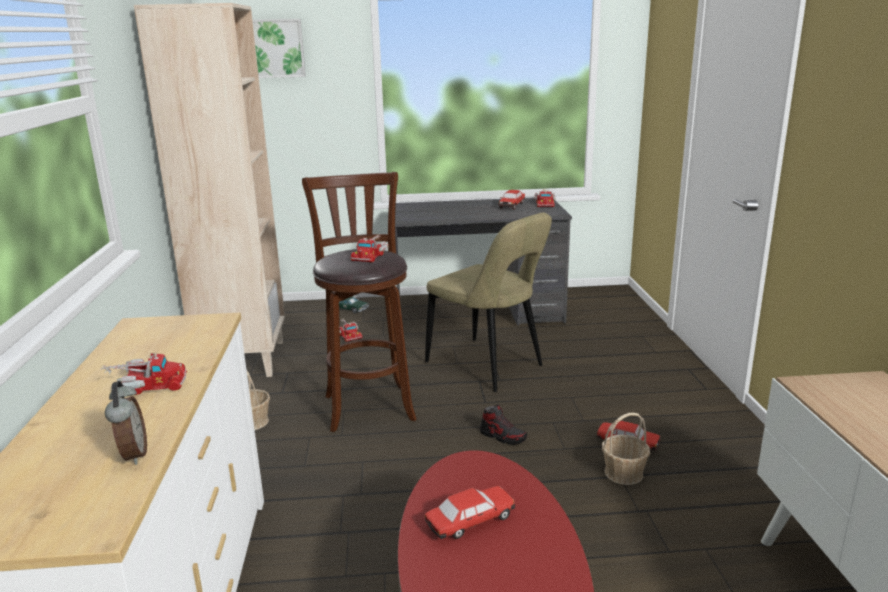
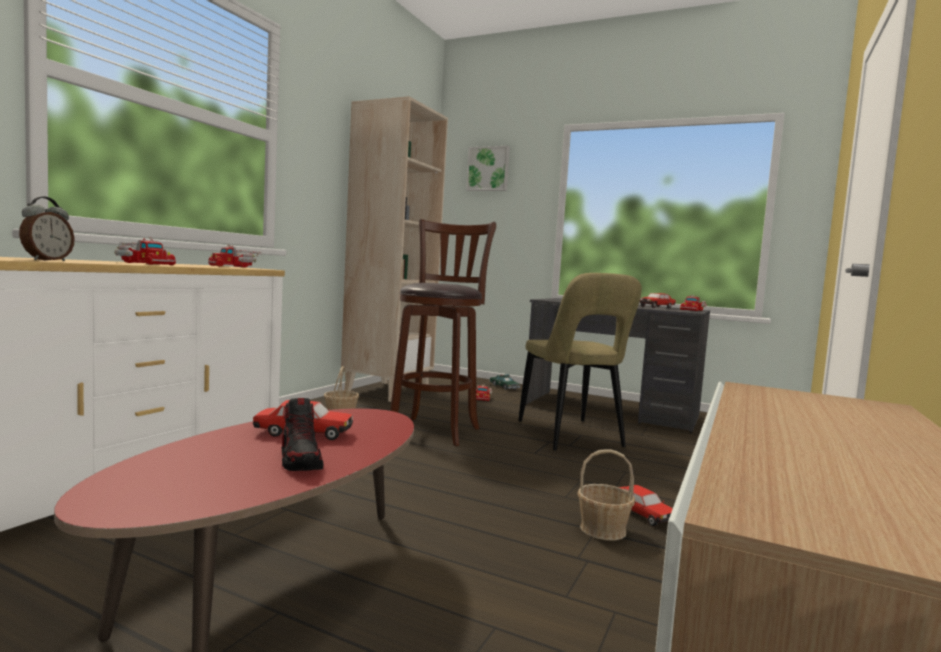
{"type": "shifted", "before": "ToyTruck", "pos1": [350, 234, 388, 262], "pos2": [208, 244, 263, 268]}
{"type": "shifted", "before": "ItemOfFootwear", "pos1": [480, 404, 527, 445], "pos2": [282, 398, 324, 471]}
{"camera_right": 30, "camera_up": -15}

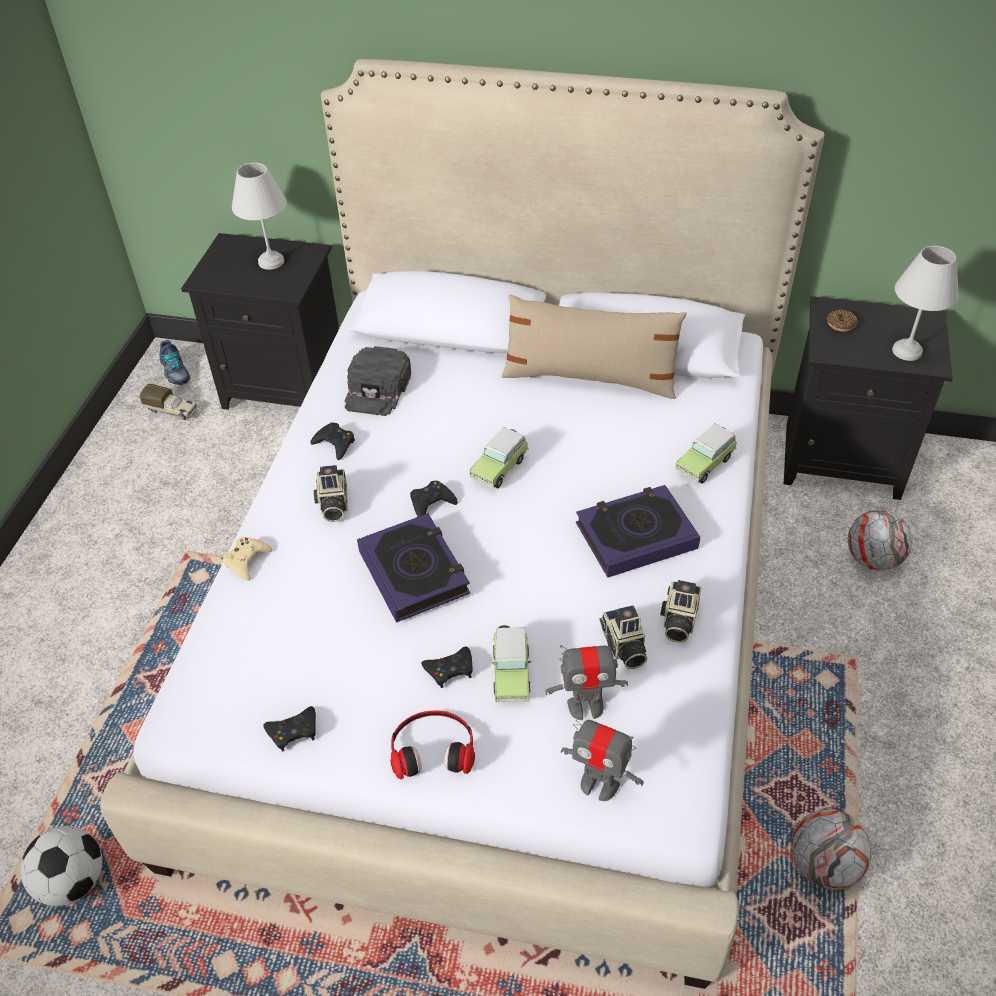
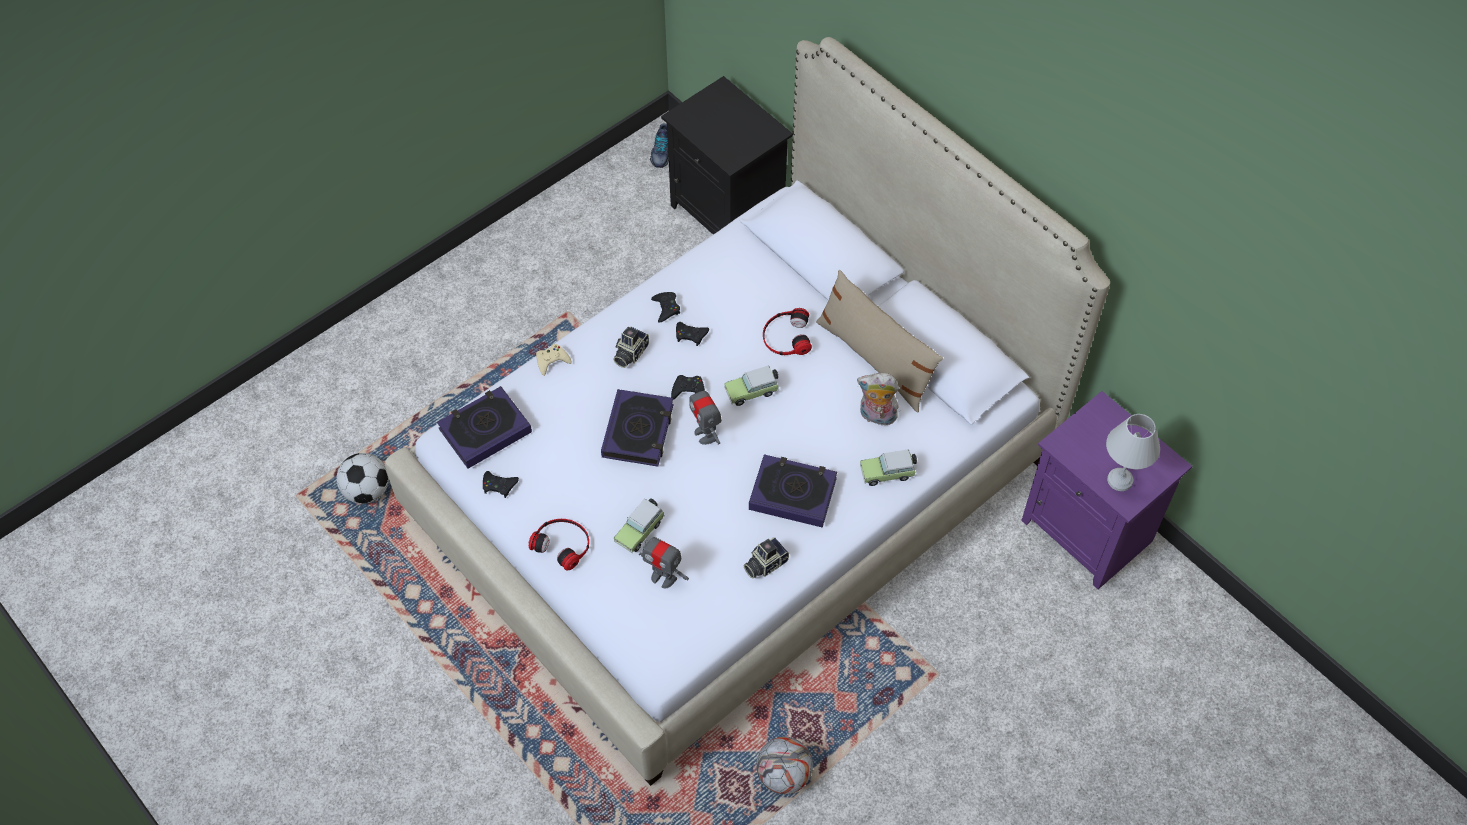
{"type": "gone", "before": "ToyTruck", "pos1": [139, 384, 197, 420]}
{"type": "gone", "before": "WhiteLampForATable", "pos1": [232, 162, 287, 270]}
{"type": "gone", "before": "BlackBaseballCap", "pos1": [344, 346, 411, 416]}
{"type": "gone", "before": "PhotoCamera", "pos1": [600, 605, 647, 669]}
{"type": "gone", "before": "Donut", "pos1": [827, 310, 857, 332]}
{"type": "gone", "before": "FootballBall", "pos1": [848, 510, 913, 571]}
{"type": "new", "after": "BoundBook", "pos2": [437, 386, 532, 469]}
{"type": "new", "after": "PairOfHeadphones", "pos2": [763, 308, 812, 355]}
{"type": "new", "after": "CuddlyToy", "pos2": [857, 373, 899, 426]}
{"type": "shifted", "before": "BlackGamepad", "pos1": [421, 647, 473, 688], "pos2": [676, 322, 709, 346]}
{"type": "shifted", "before": "ToyRobot", "pos1": [561, 711, 644, 801], "pos2": [689, 380, 722, 445]}
{"type": "repainted", "before": "BlackNightstand", "after": "PurplishNightstand", "pos1": [784, 296, 953, 500], "pos2": [1021, 391, 1192, 589]}
{"camera_right": 35, "camera_up": 10}

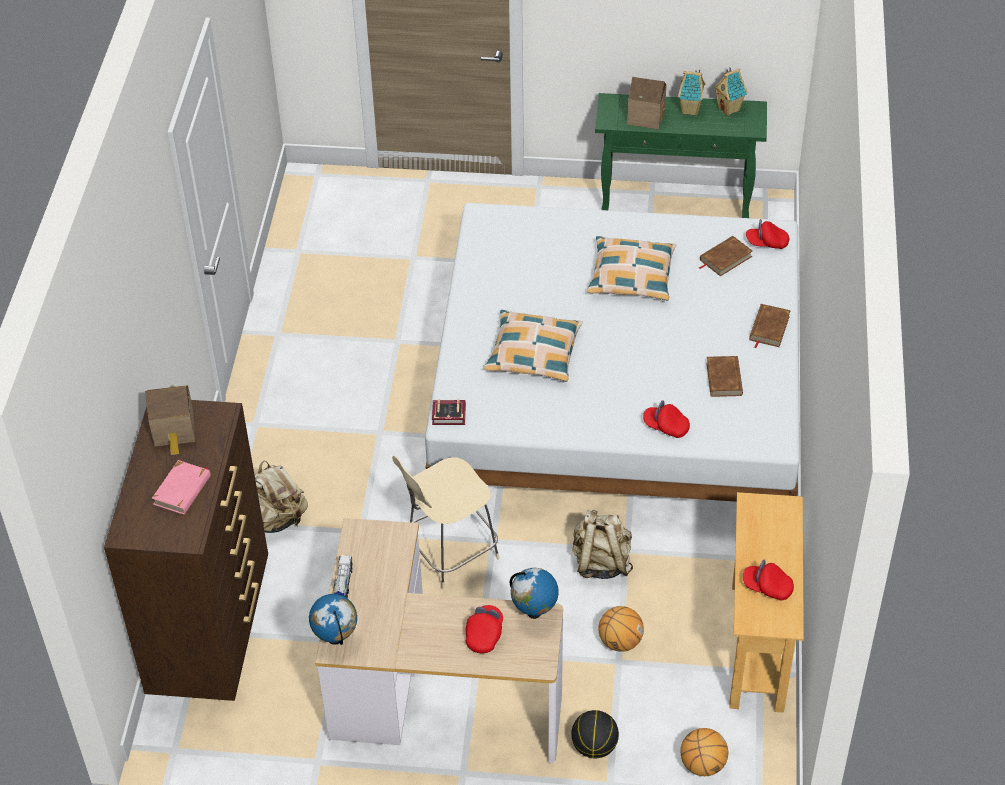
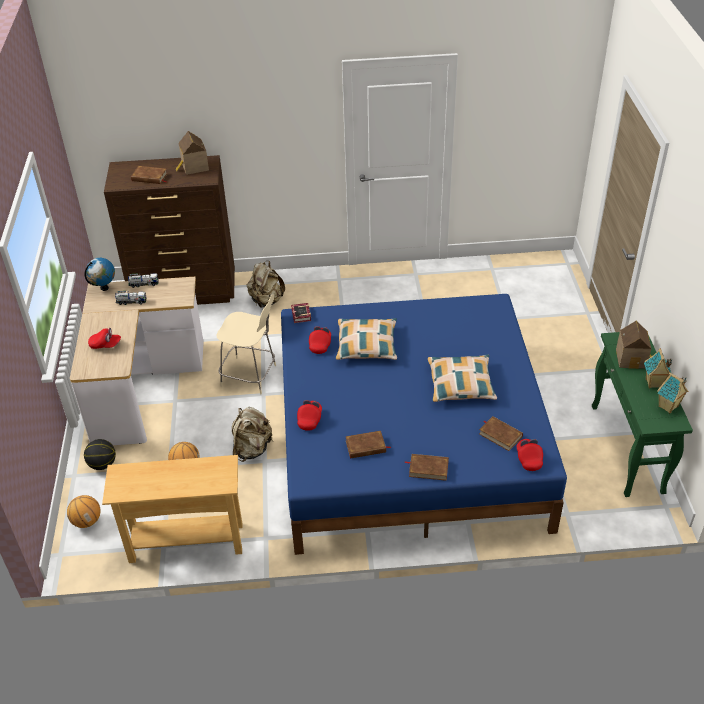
{"type": "gone", "before": "WorldGlobe", "pos1": [510, 568, 559, 619]}
{"type": "new", "after": "ToyTruck", "pos2": [115, 291, 147, 305]}
{"type": "shifted", "before": "RedBaseballCap", "pos1": [743, 560, 794, 600], "pos2": [309, 326, 331, 354]}
{"type": "repainted", "before": "PinkColouredBoundBook", "after": "BrownBoundBook", "pos1": [152, 460, 211, 515], "pos2": [131, 166, 168, 184]}
{"type": "repainted", "before": "WhiteBedroomBed", "after": "BluishBedroomBed", "pos1": [425, 203, 800, 502], "pos2": [281, 294, 567, 555]}
{"type": "rotated", "before": "BeigeColouredChair", "pos1": [392, 456, 499, 589], "pos2": [216, 294, 276, 394], "turn": 150}
{"camera_right": 80, "camera_up": -5}

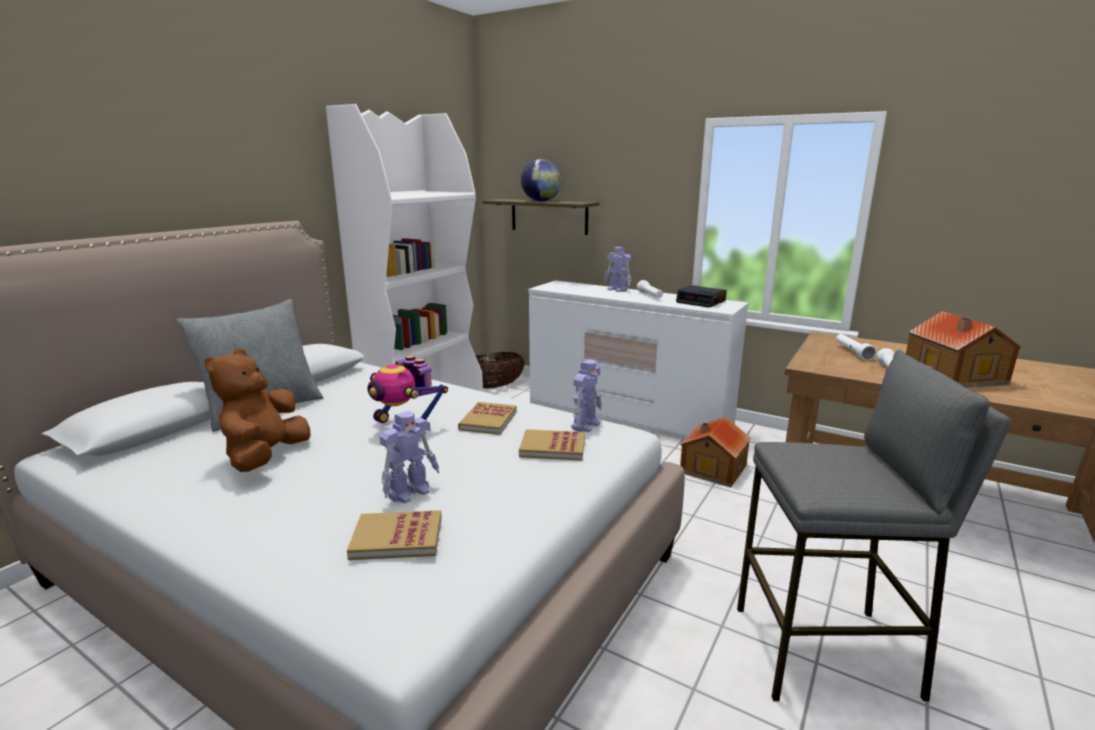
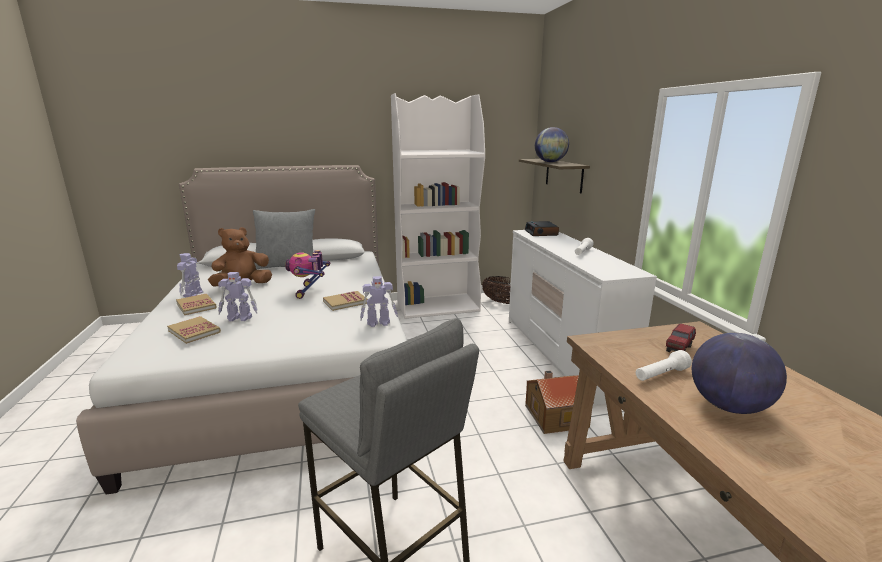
{"type": "shifted", "before": "BoundBook", "pos1": [519, 429, 585, 461], "pos2": [176, 294, 217, 315]}
{"type": "shifted", "before": "ToyRobot", "pos1": [603, 247, 631, 292], "pos2": [177, 253, 203, 298]}
{"type": "shifted", "before": "AlarmClock", "pos1": [676, 285, 727, 308], "pos2": [525, 221, 559, 236]}
{"type": "swapped", "before": "WhiteFlashlight", "after": "ToyTruck", "pos1": [836, 334, 876, 361], "pos2": [666, 323, 696, 352]}
{"type": "swapped", "before": "ModelHouse", "after": "WorldGlobe", "pos1": [906, 311, 1021, 388], "pos2": [692, 333, 787, 414]}
{"camera_right": 45, "camera_up": 0}

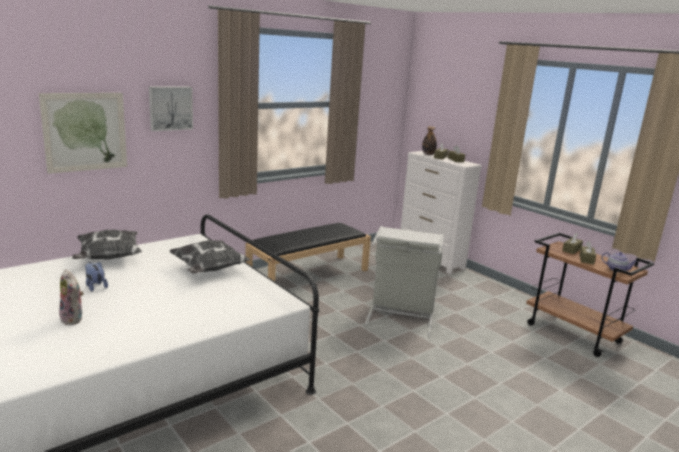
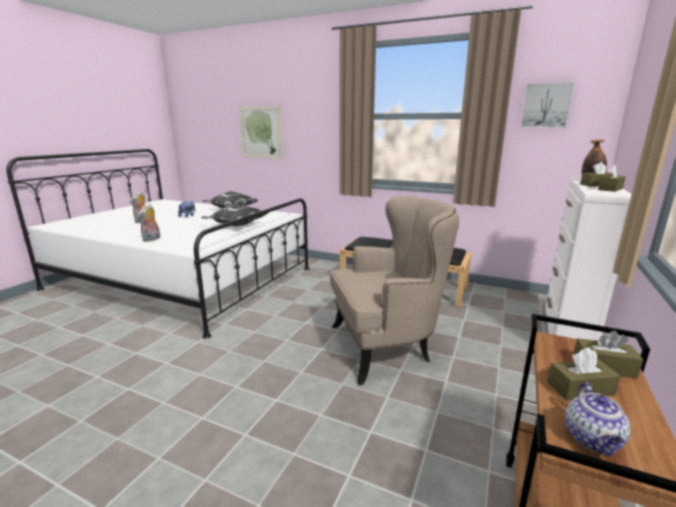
{"type": "new", "after": "CuddlyToy", "pos2": [137, 204, 160, 242]}
{"type": "shifted", "before": "WallArt", "pos1": [149, 87, 193, 131], "pos2": [520, 82, 574, 128]}
{"type": "swapped", "before": "GrayWashingBasket", "after": "BeigeColouredEasyChair", "pos1": [365, 226, 444, 336], "pos2": [330, 196, 459, 385]}
{"camera_right": 65, "camera_up": 0}

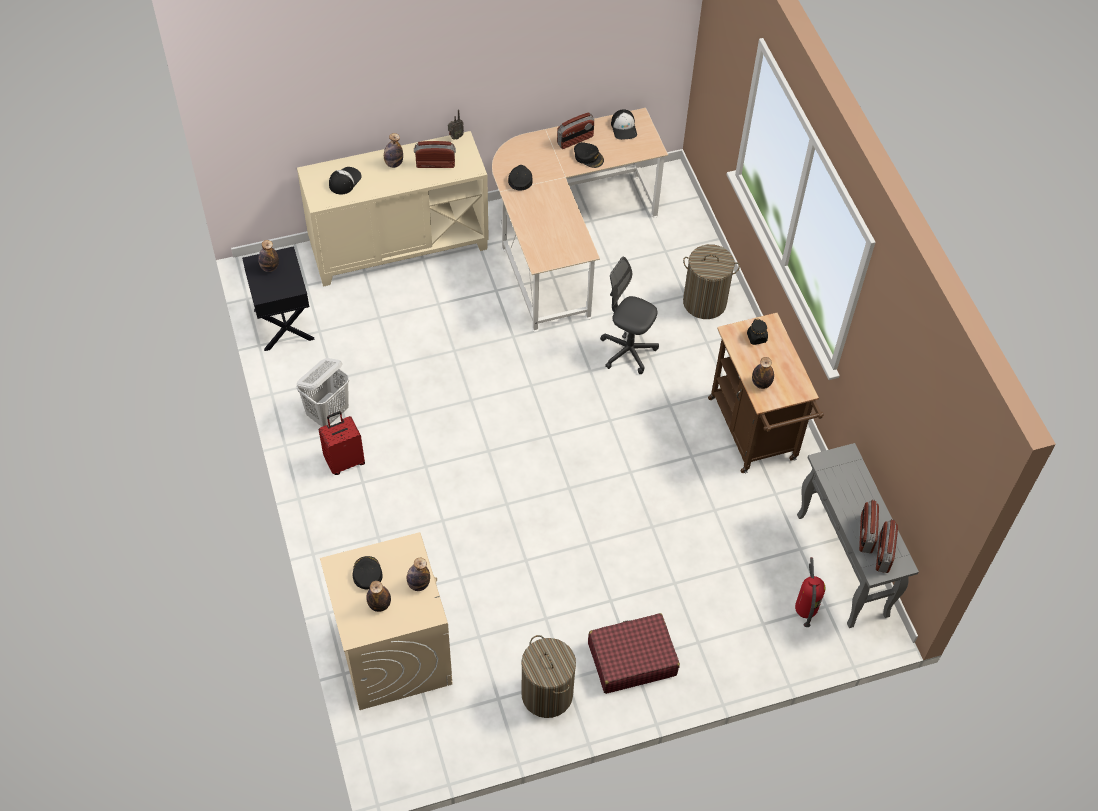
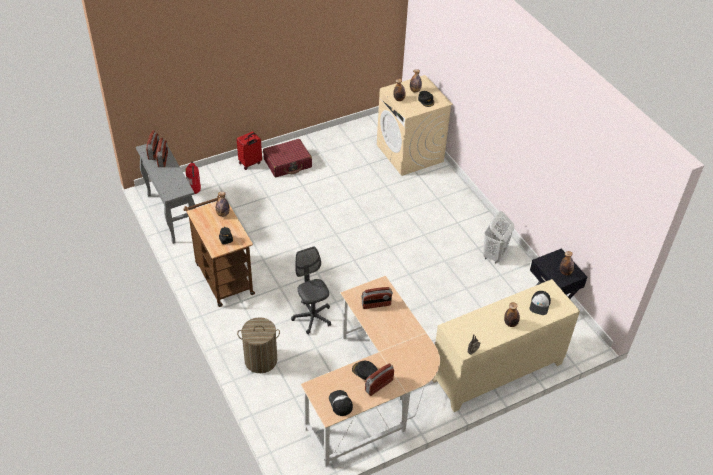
{"type": "gone", "before": "BlackBaseballCap", "pos1": [508, 165, 533, 191]}
{"type": "gone", "before": "WashingBasket", "pos1": [521, 635, 576, 718]}
{"type": "shifted", "before": "RedSuitcase", "pos1": [319, 411, 365, 475], "pos2": [237, 131, 262, 170]}
{"type": "shifted", "before": "Radio", "pos1": [414, 141, 456, 168], "pos2": [361, 287, 393, 309]}
{"type": "rotated", "before": "GrayDeskChair", "pos1": [600, 257, 659, 374], "pos2": [291, 247, 331, 334], "turn": -135}
{"camera_right": 170, "camera_up": -10}

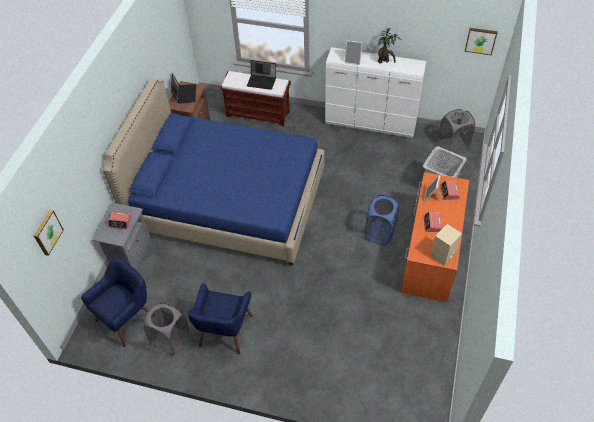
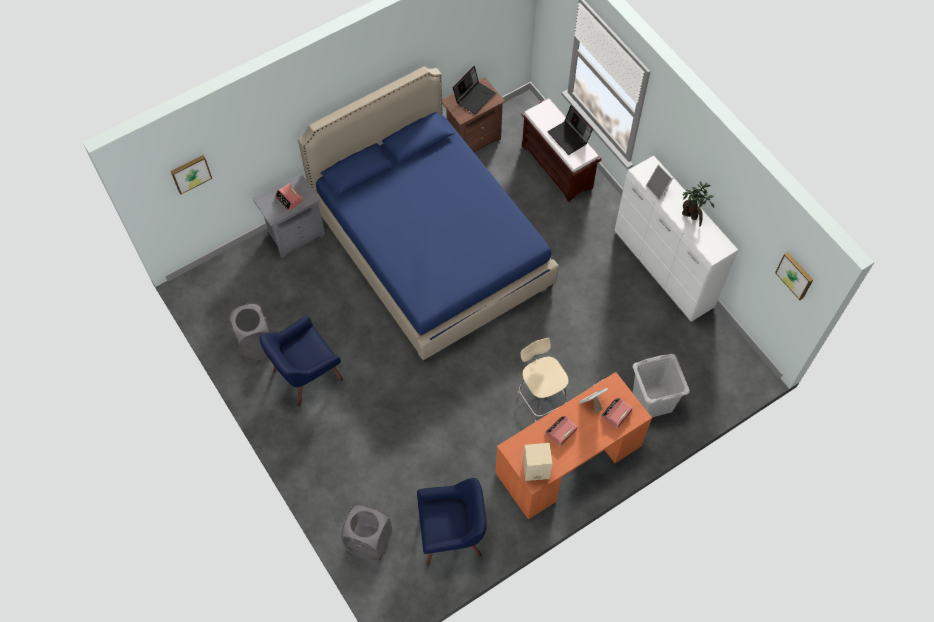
{"type": "shifted", "before": "BluishEasyChair", "pos1": [81, 257, 149, 347], "pos2": [417, 478, 487, 565]}
{"type": "shifted", "before": "GrayWashingBasket", "pos1": [438, 109, 475, 154], "pos2": [341, 504, 392, 561]}
{"type": "swapped", "before": "BluishWashingBasket", "after": "BeigeColouredChair", "pos1": [365, 195, 399, 245], "pos2": [518, 338, 569, 422]}
{"camera_right": 40, "camera_up": 10}

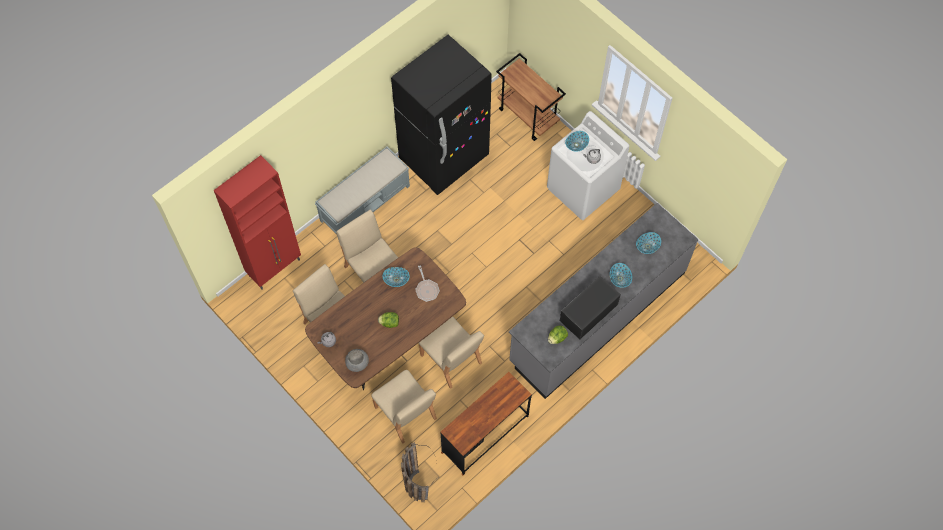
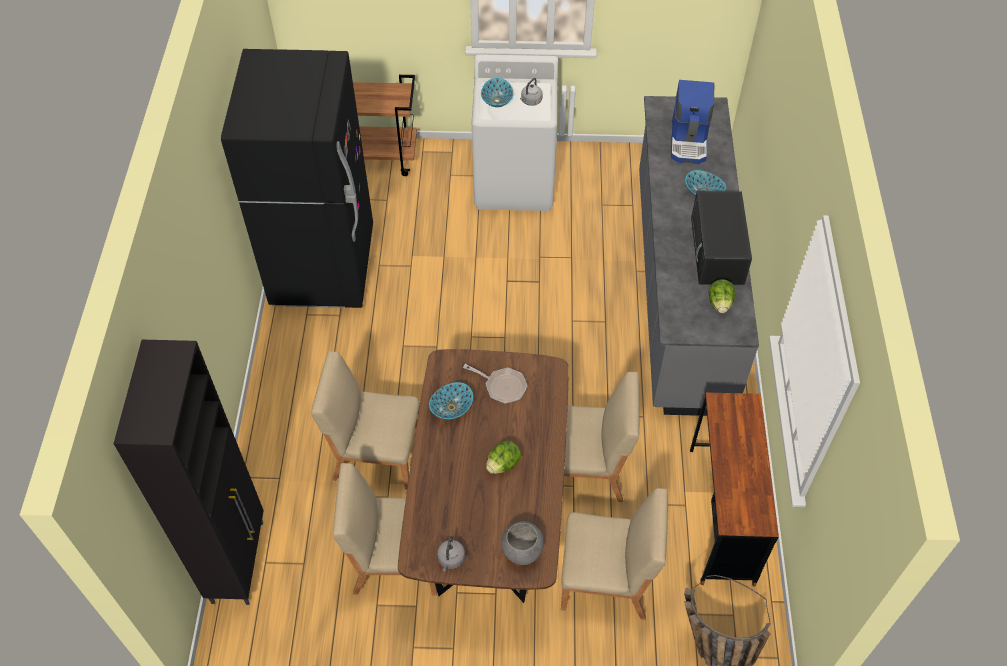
{"type": "gone", "before": "GrayBench", "pos1": [315, 146, 410, 235]}
{"type": "swapped", "before": "Bowl", "after": "CoffeeMachine", "pos1": [636, 232, 661, 254], "pos2": [671, 80, 714, 164]}
{"type": "repainted", "before": "RedCabinet", "after": "BlackCabinet", "pos1": [214, 155, 301, 290], "pos2": [114, 340, 264, 605]}
{"camera_right": -45, "camera_up": -10}

